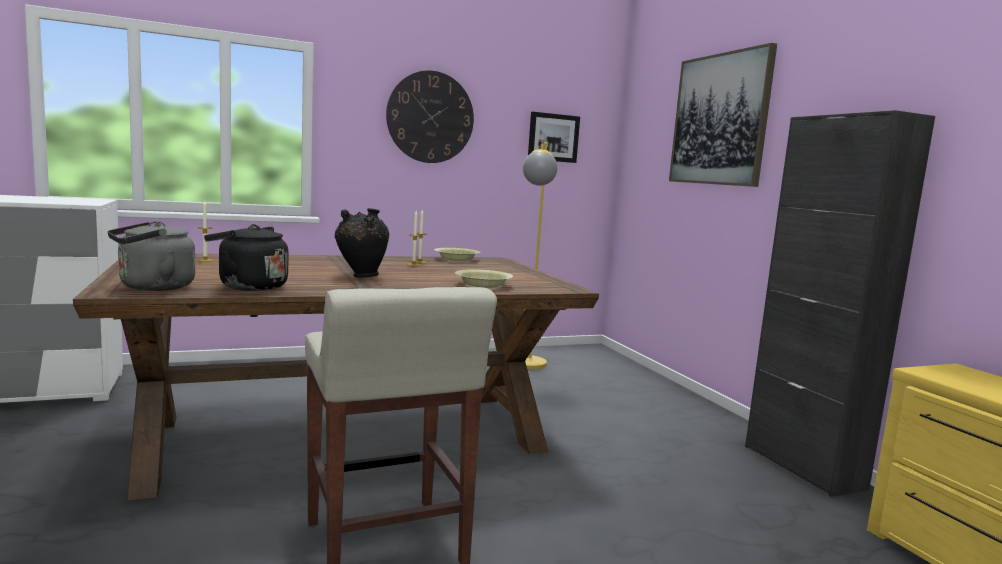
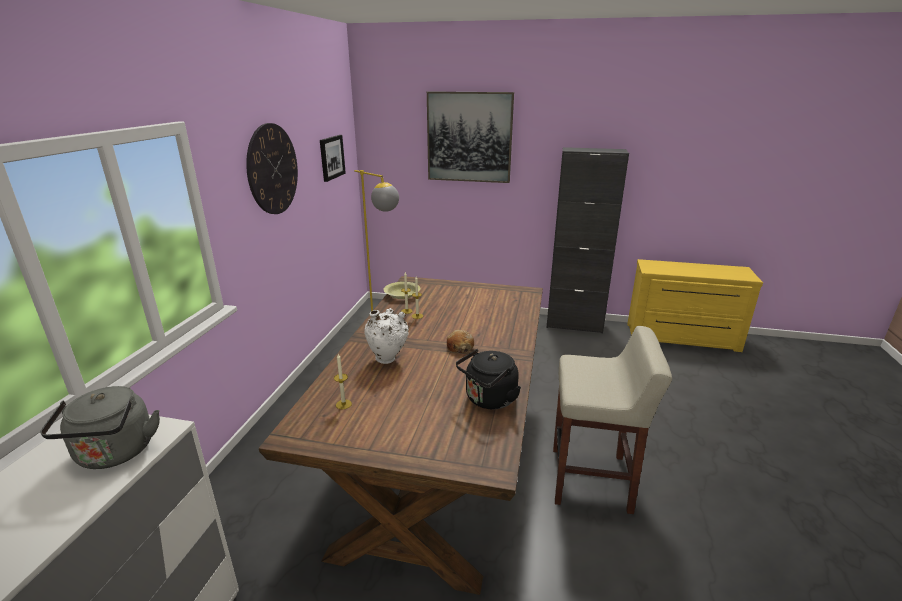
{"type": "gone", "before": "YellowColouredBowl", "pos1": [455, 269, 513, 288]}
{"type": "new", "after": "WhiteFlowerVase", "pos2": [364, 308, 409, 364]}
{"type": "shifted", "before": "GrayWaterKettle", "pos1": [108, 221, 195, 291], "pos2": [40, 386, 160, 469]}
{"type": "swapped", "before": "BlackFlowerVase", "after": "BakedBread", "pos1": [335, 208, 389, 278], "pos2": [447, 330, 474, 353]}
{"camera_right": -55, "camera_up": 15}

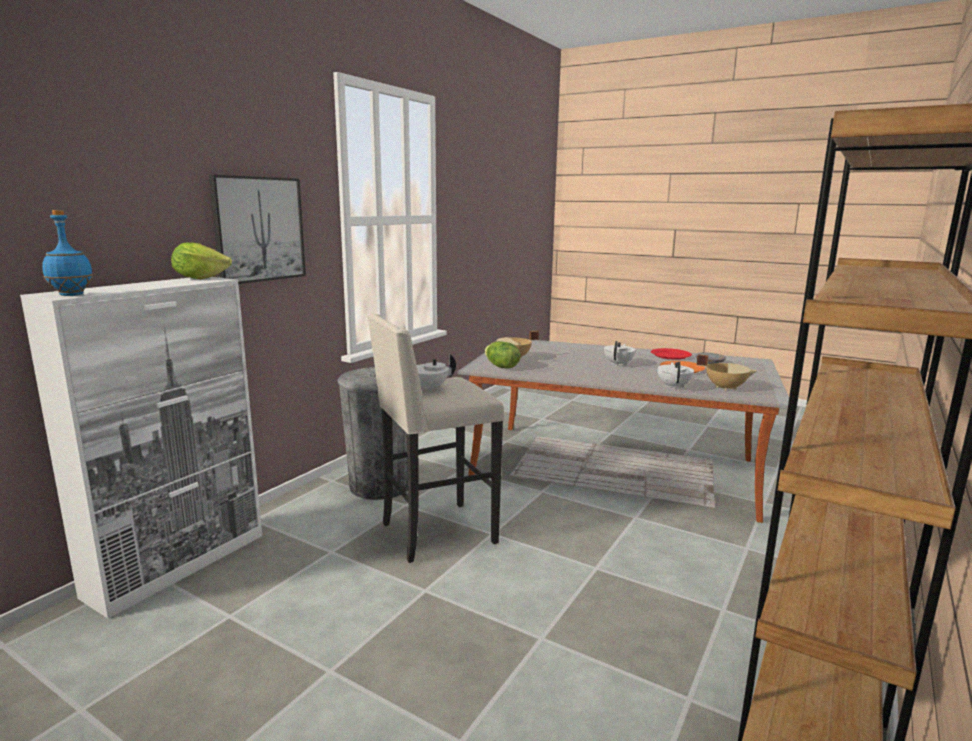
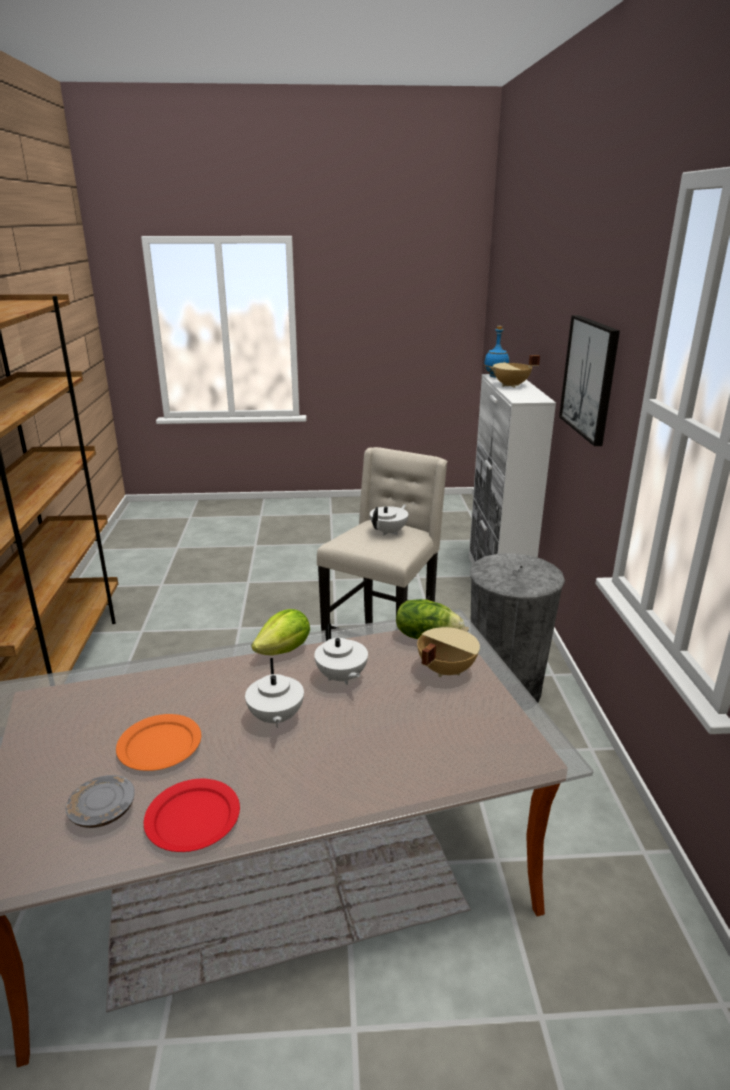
{"type": "shifted", "before": "LettuceHead", "pos1": [171, 242, 232, 279], "pos2": [251, 609, 310, 655]}
{"type": "shifted", "before": "WhitePotForTea", "pos1": [657, 361, 694, 389], "pos2": [314, 624, 368, 685]}
{"type": "shifted", "before": "BeigeColouredCookingPot", "pos1": [696, 354, 757, 391], "pos2": [490, 355, 540, 388]}
{"camera_right": 145, "camera_up": 10}

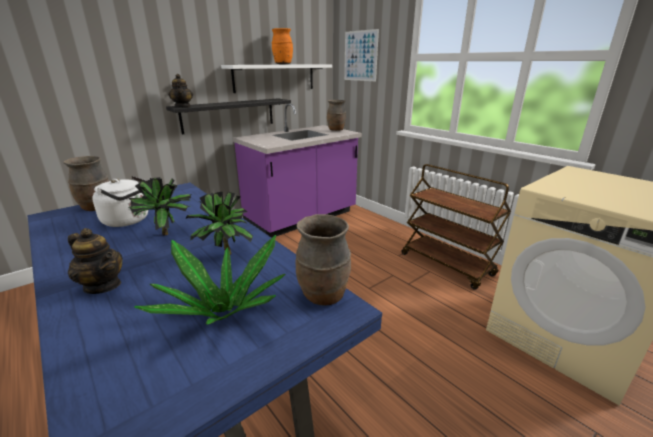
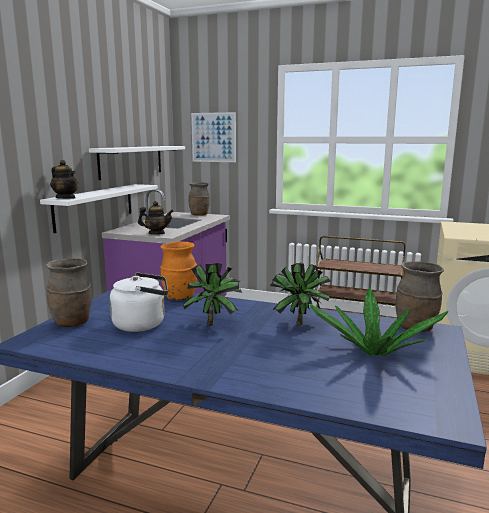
{"type": "shifted", "before": "PotForTea", "pos1": [68, 228, 122, 294], "pos2": [138, 201, 174, 235]}
{"type": "shifted", "before": "OrangeyFlowerVase", "pos1": [272, 28, 293, 65], "pos2": [160, 241, 197, 300]}
{"type": "repainted", "before": "BlackShelf", "after": "WhiteShelf", "pos1": [166, 98, 291, 134], "pos2": [40, 184, 158, 233]}
{"camera_right": -30, "camera_up": -10}

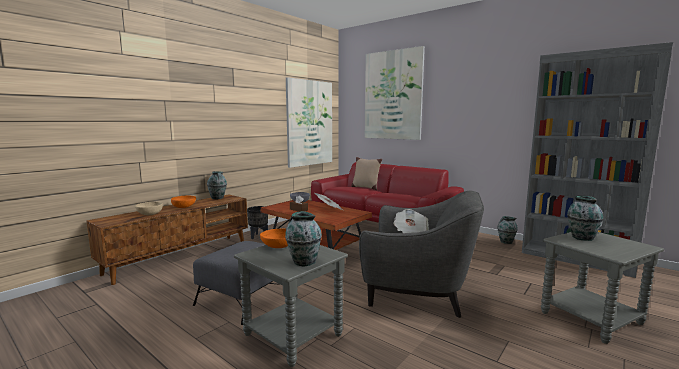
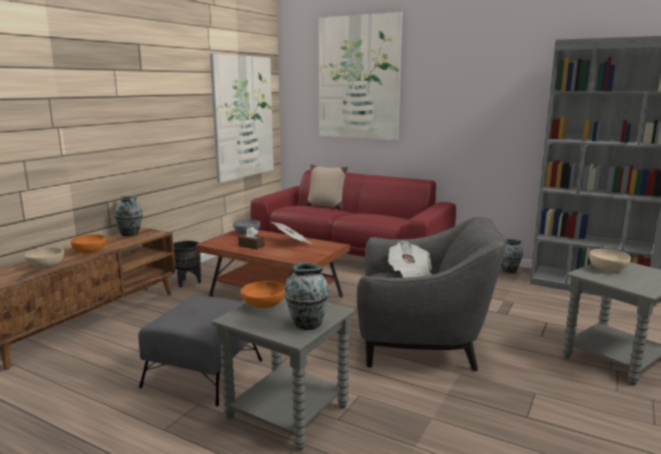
{"type": "swapped", "before": "FlowerVase", "after": "BeigeColouredBowl", "pos1": [567, 196, 604, 241], "pos2": [589, 249, 631, 271]}
{"camera_right": -10, "camera_up": 5}

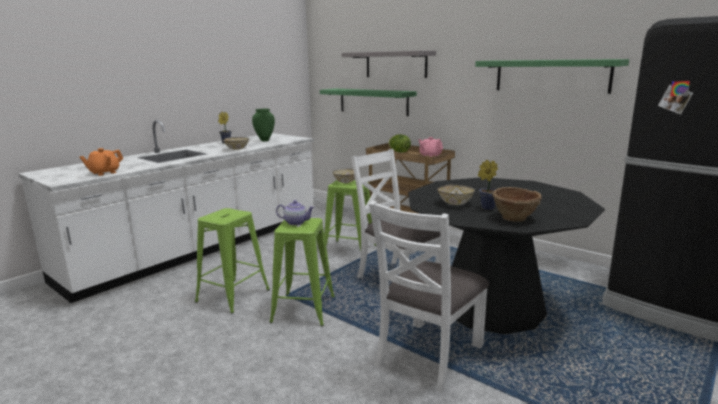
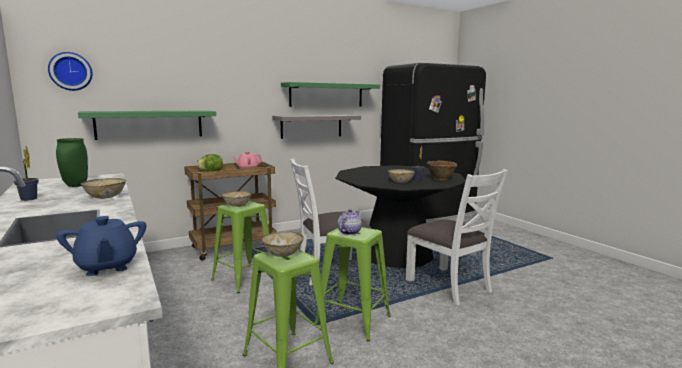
{"type": "new", "after": "HangingClock", "pos2": [48, 52, 93, 91]}
{"type": "new", "after": "Bowl", "pos2": [261, 231, 304, 257]}
{"type": "shifted", "before": "GrayShelf", "pos1": [342, 51, 436, 78], "pos2": [272, 115, 361, 139]}
{"type": "repainted", "before": "OrangeyPotForTea", "after": "BluishPotForTea", "pos1": [80, 148, 123, 176], "pos2": [56, 216, 146, 276]}
{"camera_right": -70, "camera_up": -5}

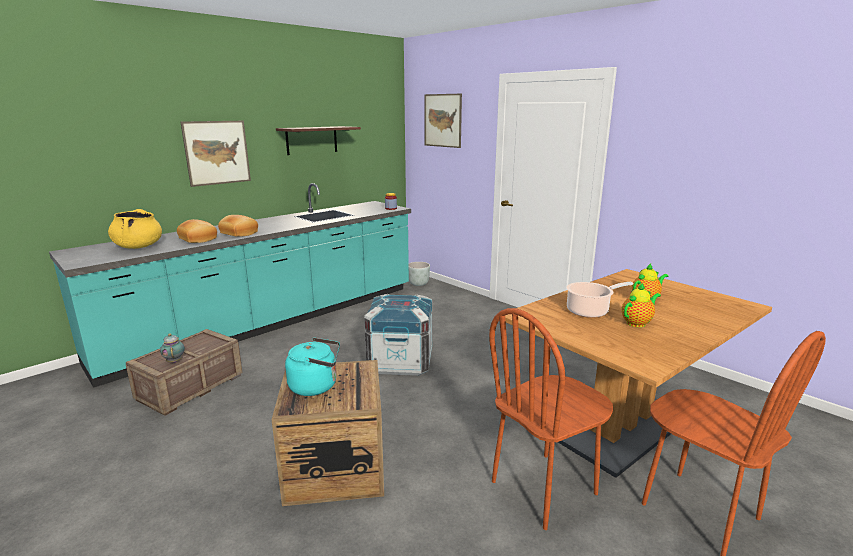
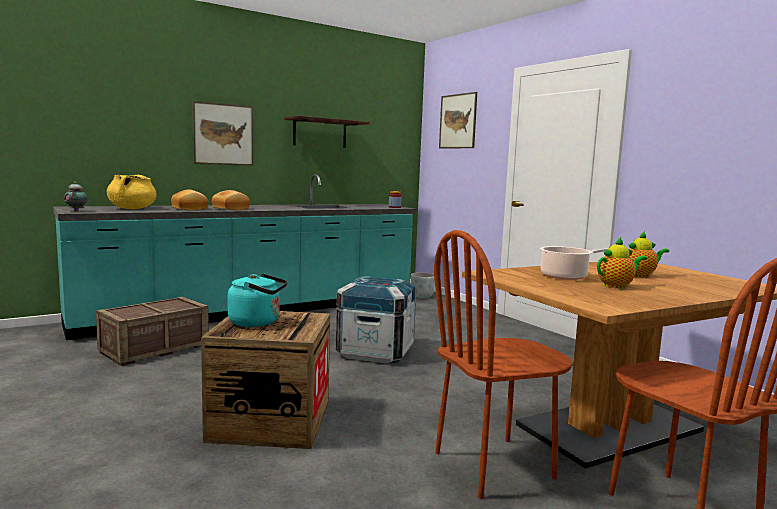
{"type": "shifted", "before": "PotForTea", "pos1": [160, 333, 185, 363], "pos2": [64, 182, 88, 211]}
{"camera_right": 10, "camera_up": -10}

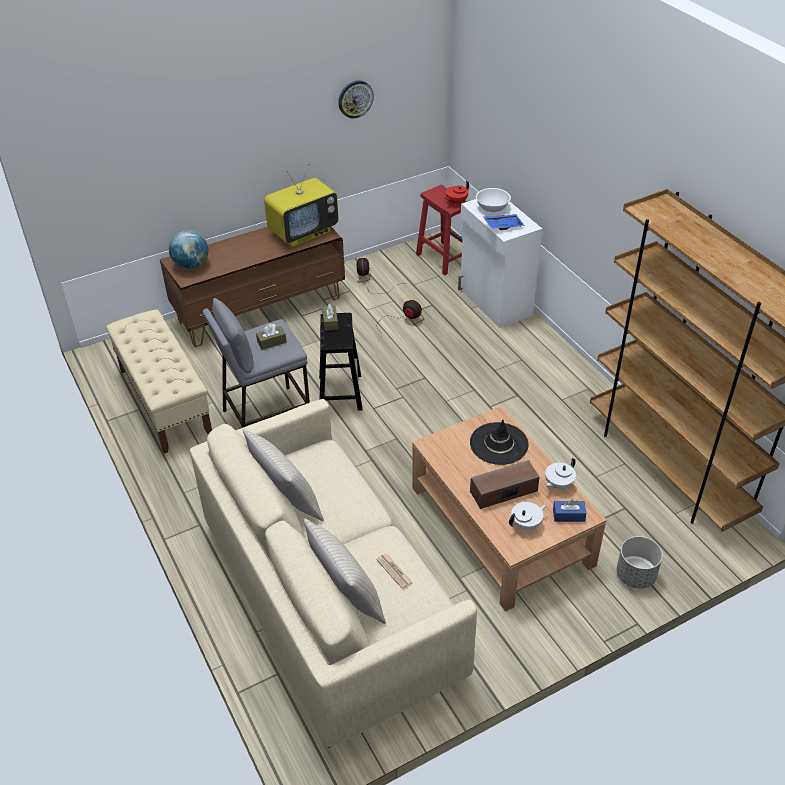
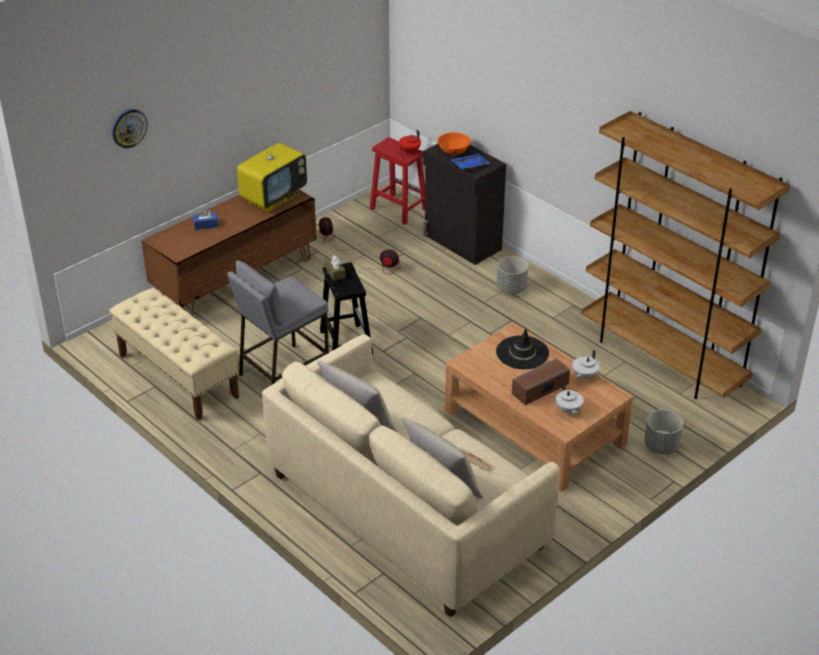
{"type": "gone", "before": "WorldGlobe", "pos1": [169, 230, 209, 269]}
{"type": "gone", "before": "BrownTissueHolder", "pos1": [256, 324, 286, 350]}
{"type": "new", "after": "GrayFlowerPot", "pos2": [497, 256, 528, 294]}
{"type": "shifted", "before": "HangingClock", "pos1": [338, 80, 374, 118], "pos2": [112, 109, 148, 148]}
{"type": "shifted", "before": "BluishTissueHolder", "pos1": [553, 500, 586, 522], "pos2": [193, 209, 218, 230]}
{"type": "repainted", "before": "WhiteCabinet", "after": "BlackCabinet", "pos1": [458, 199, 542, 328], "pos2": [423, 144, 506, 265]}
{"type": "repainted", "before": "WhiteBowl", "after": "OrangeyBowl", "pos1": [476, 188, 511, 212], "pos2": [438, 132, 471, 155]}
{"type": "rotated", "before": "WhitePotForTea", "pos1": [509, 502, 547, 531], "pos2": [556, 382, 584, 415], "turn": 120}
{"camera_right": -15, "camera_up": -5}

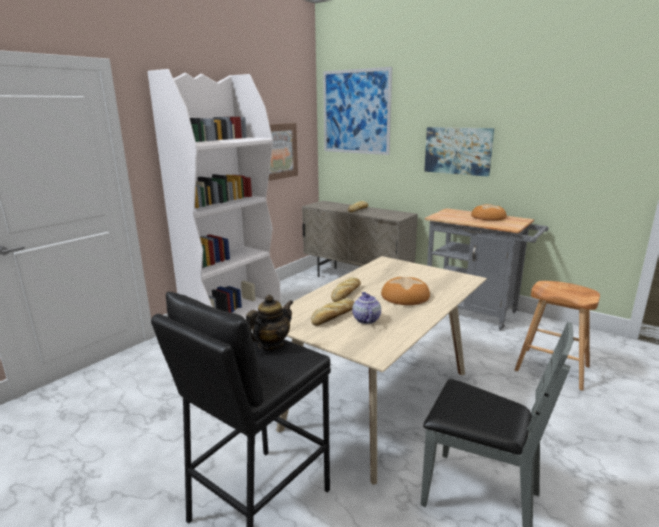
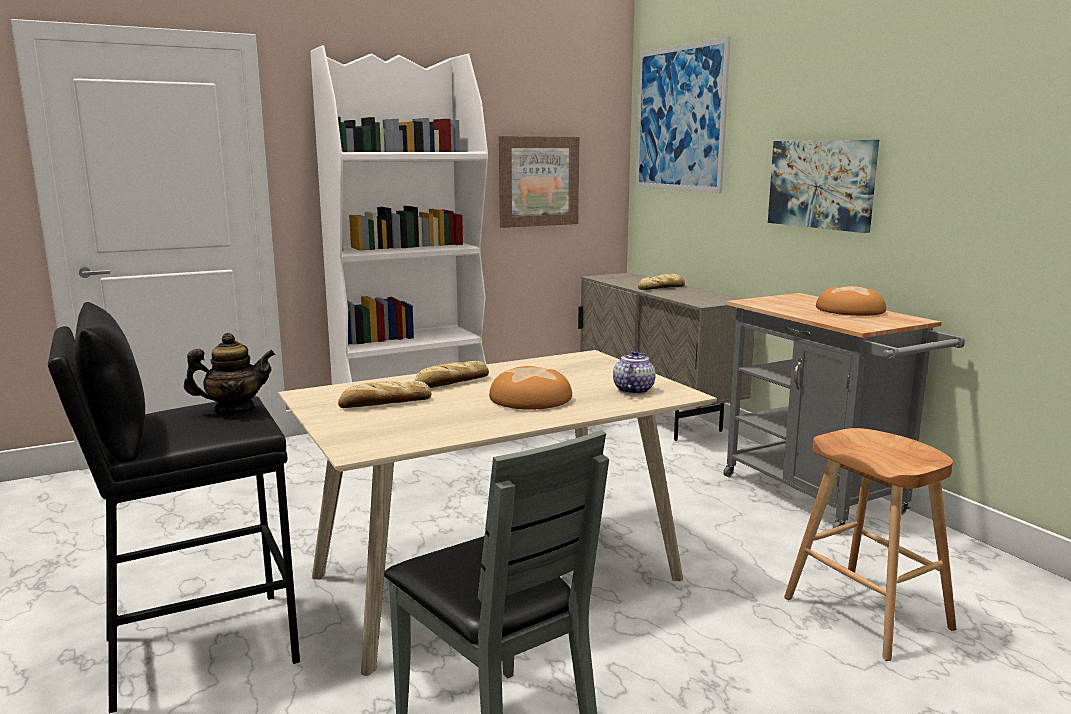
{"type": "shifted", "before": "PotForTea", "pos1": [352, 292, 381, 324], "pos2": [613, 350, 655, 394]}
{"camera_right": 25, "camera_up": -5}

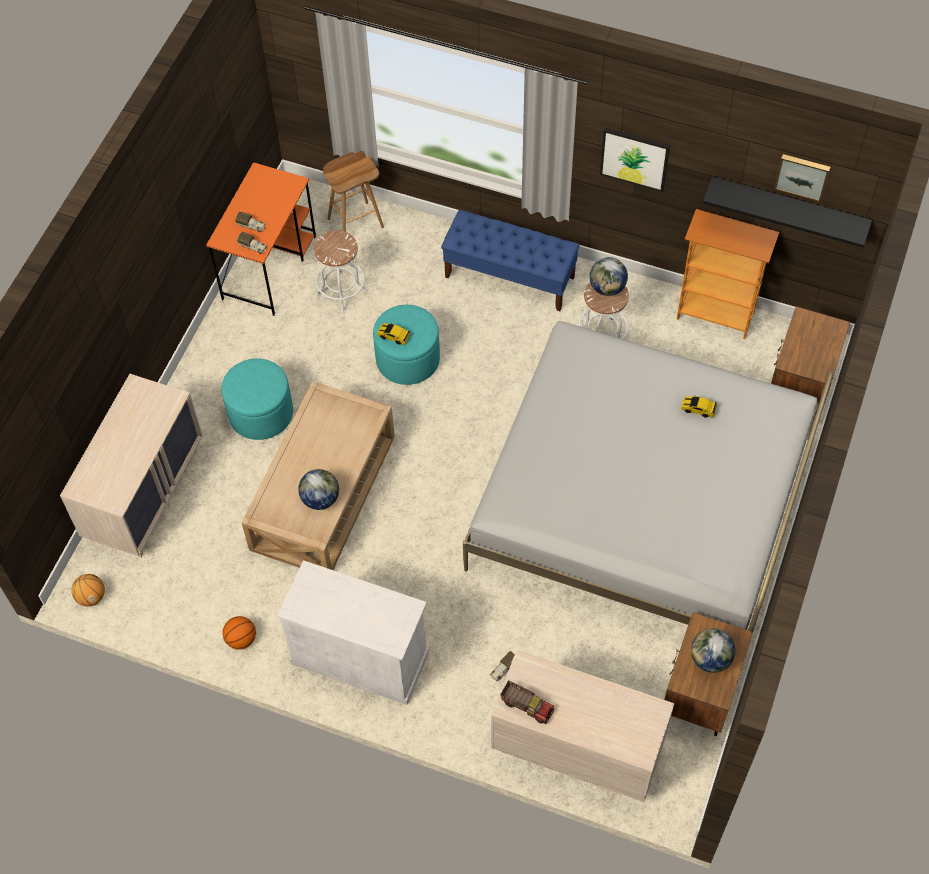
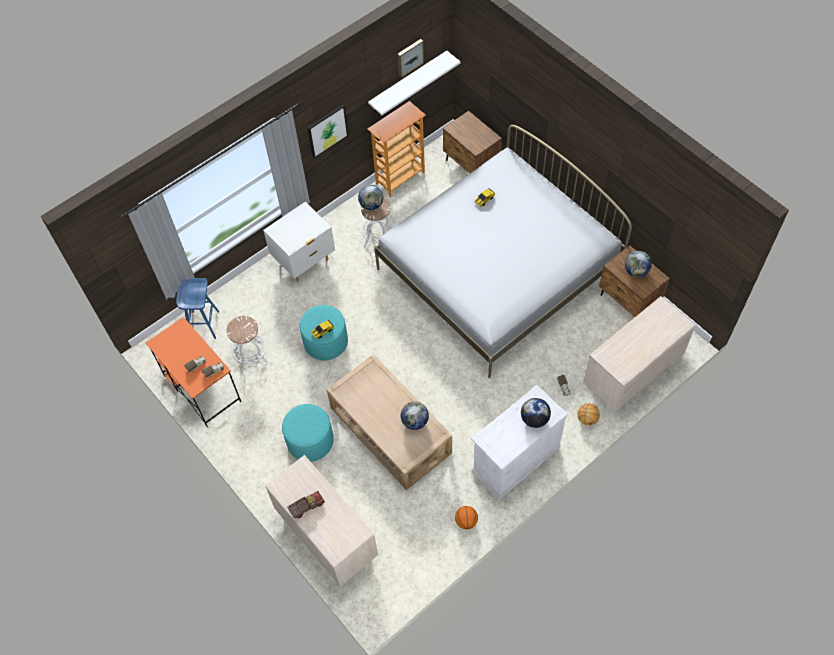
{"type": "new", "after": "WorldGlobe", "pos2": [521, 398, 551, 428]}
{"type": "shifted", "before": "BallForBasketball", "pos1": [71, 574, 105, 607], "pos2": [578, 403, 600, 425]}
{"type": "shifted", "before": "ToyTruck", "pos1": [500, 680, 554, 724], "pos2": [287, 491, 325, 519]}
{"type": "swapped", "before": "BluishBench", "after": "WhiteNightstand", "pos1": [441, 210, 580, 311], "pos2": [263, 202, 335, 282]}
{"type": "repainted", "before": "BrownSittingStool", "after": "BluishSittingStool", "pos1": [323, 151, 384, 232], "pos2": [176, 278, 219, 339]}
{"type": "repainted", "before": "BlackShelf", "after": "WhiteShelf", "pos1": [703, 176, 872, 248], "pos2": [368, 51, 461, 115]}
{"camera_right": -60, "camera_up": 0}

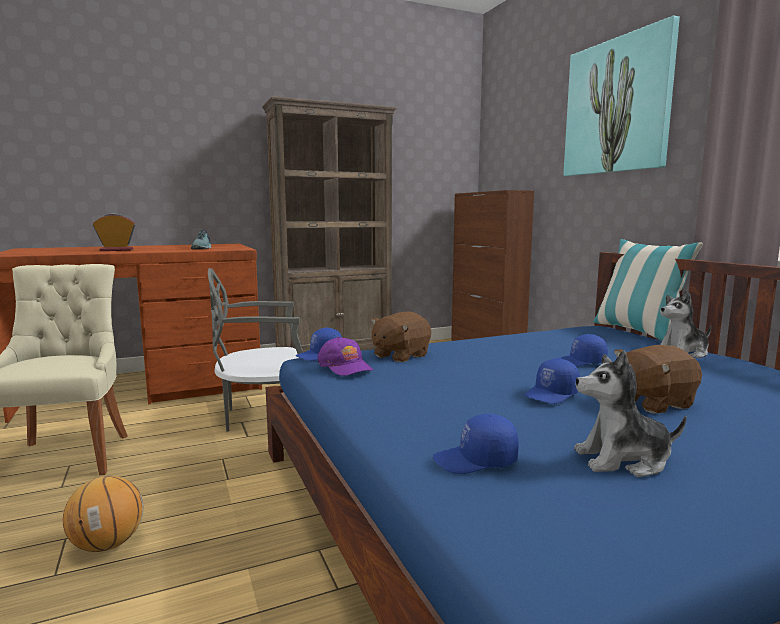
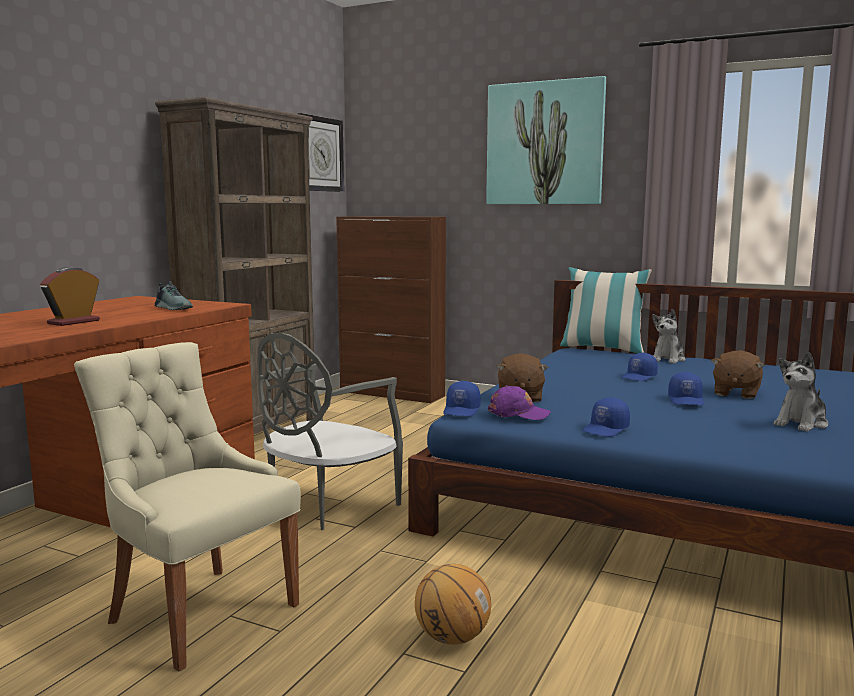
{"type": "new", "after": "HangingClock", "pos2": [298, 113, 344, 192]}
{"type": "shifted", "before": "BluishBaseballCap", "pos1": [433, 413, 519, 474], "pos2": [582, 397, 630, 437]}
{"camera_right": -40, "camera_up": 0}

